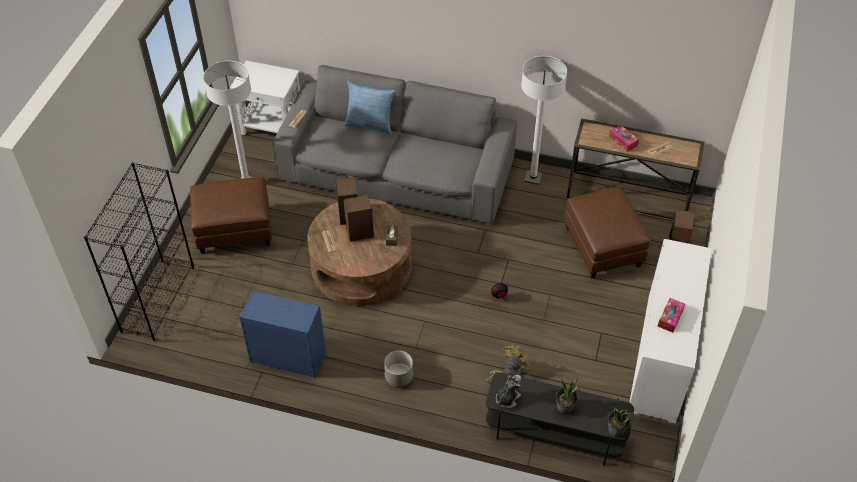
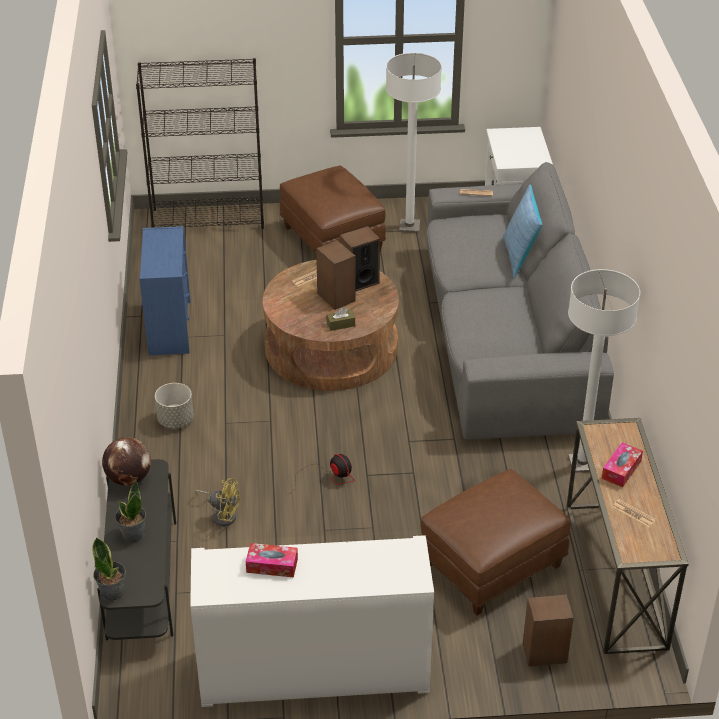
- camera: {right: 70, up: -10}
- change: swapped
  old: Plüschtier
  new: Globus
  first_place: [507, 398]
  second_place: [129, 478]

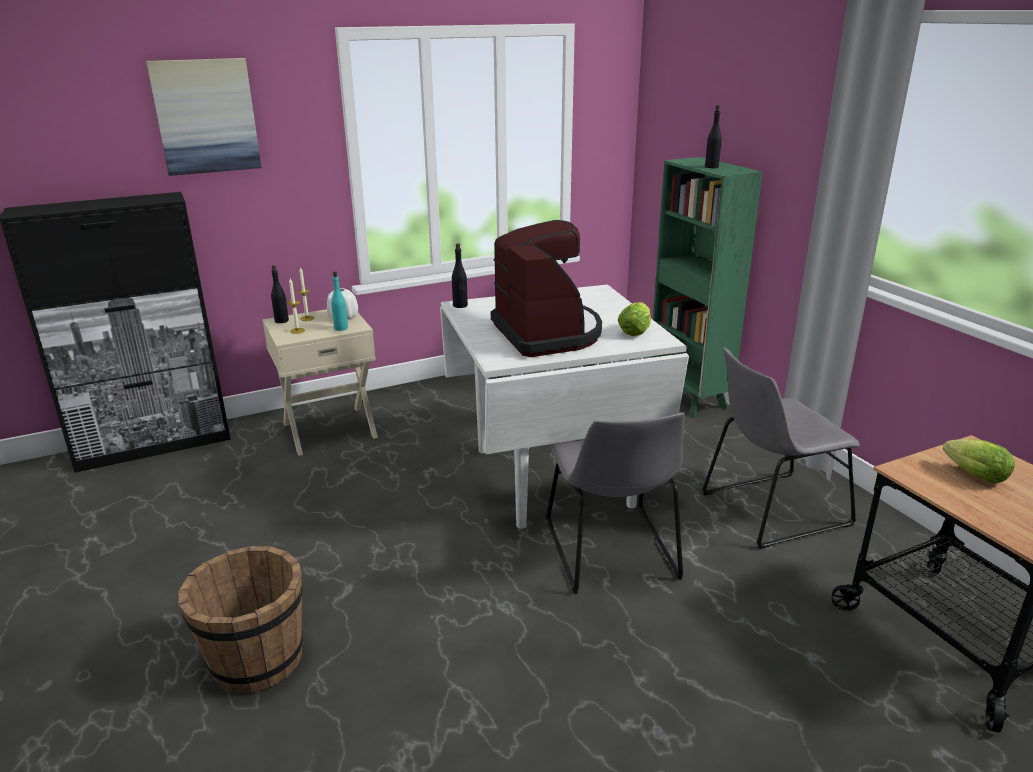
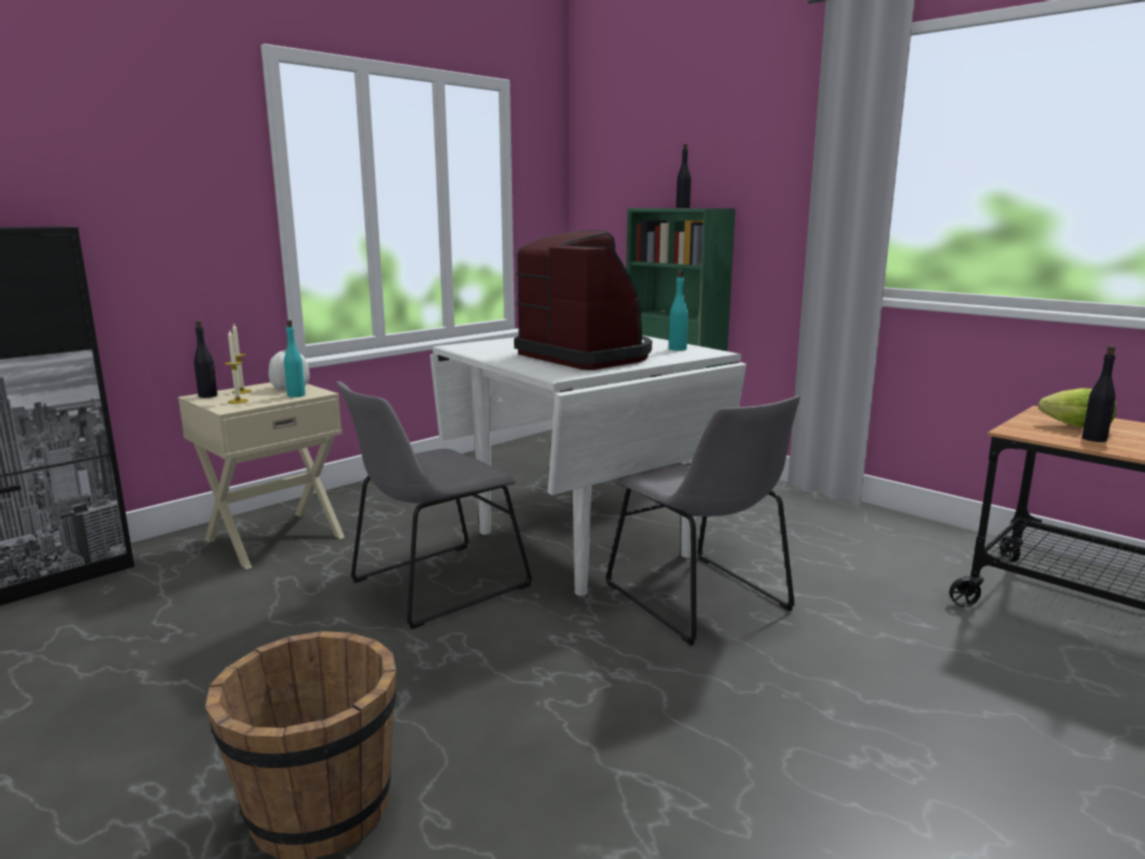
- camera: {right: -20, up: -10}
- change: gone
  old: Bild
  first_place: [206, 116]
- change: shifted
  old: Flasche [schwarz]
  first_place: [460, 305]
  second_place: [1094, 439]
- change: swapped
  old: Salatkopf
  new: Flasche [türkis]
  first_place: [636, 331]
  second_place: [677, 349]
- change: shifted
  old: Stuhl [grau]
  first_place: [769, 510]
  second_place: [433, 586]

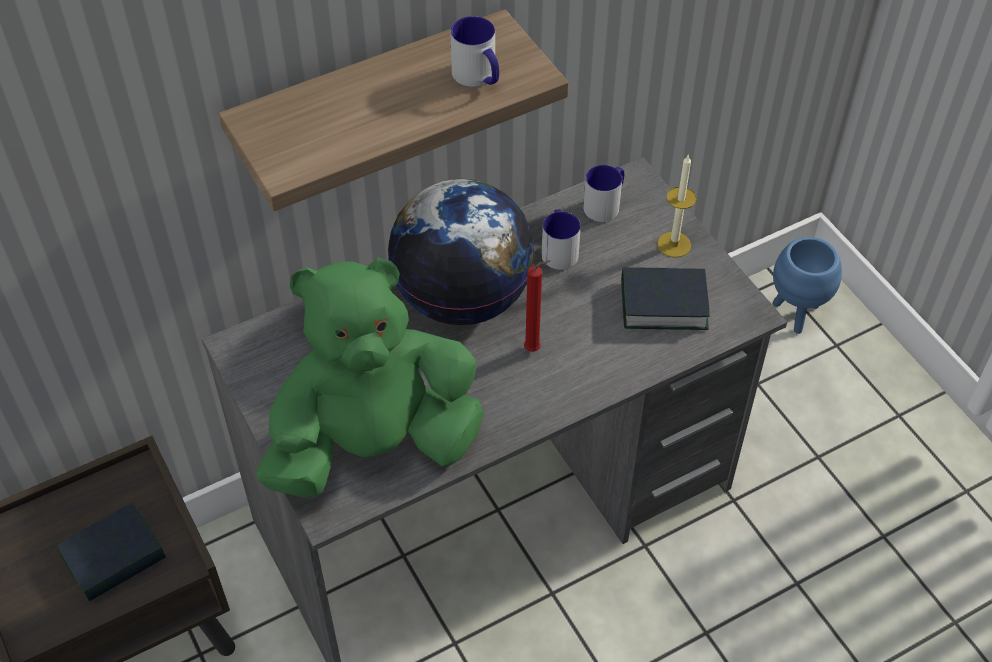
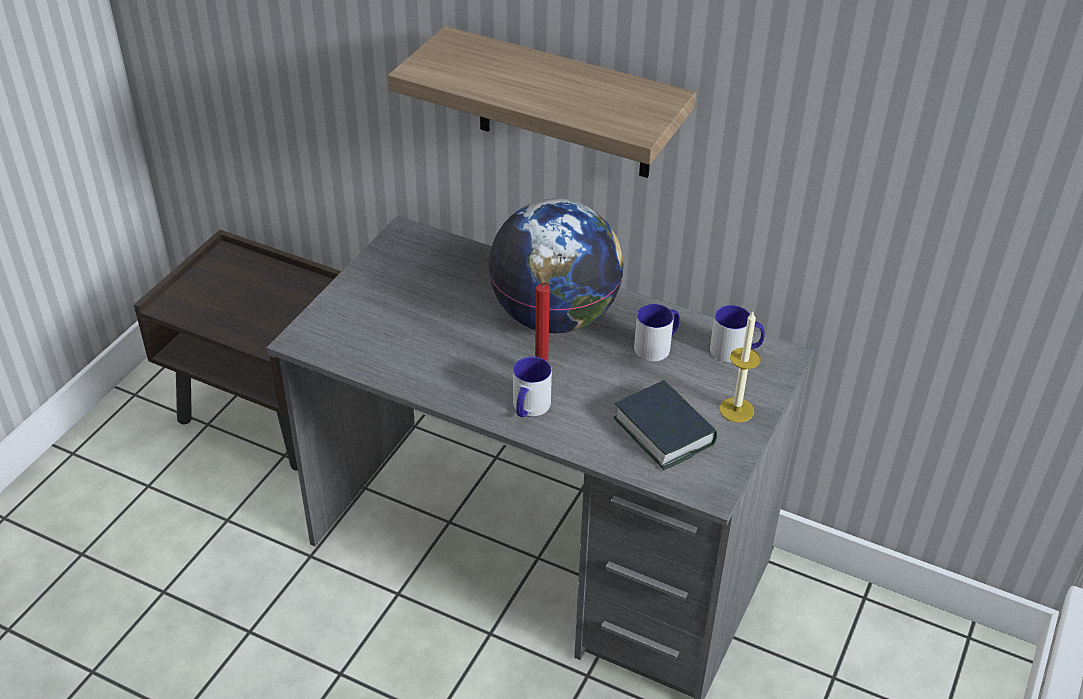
- camera: {right: 55, up: -10}
- change: gone
  old: Buch
  first_place: [114, 558]
- change: gone
  old: Plüschtier [grün]
  first_place: [374, 444]
- change: shifted
  old: Henkelbecher
  first_place: [478, 77]
  second_place: [529, 408]
- change: gone
  old: Pflanzkübel [blau]
  first_place: [796, 314]

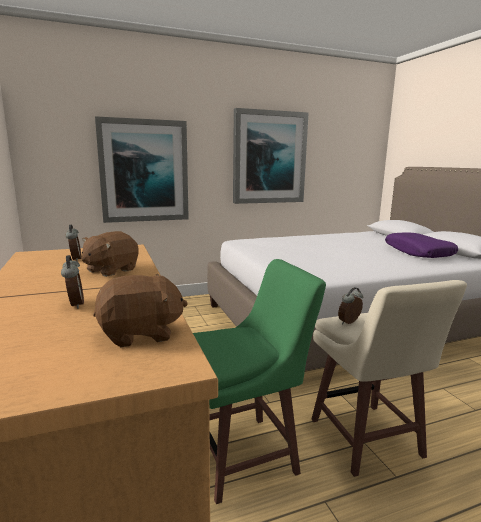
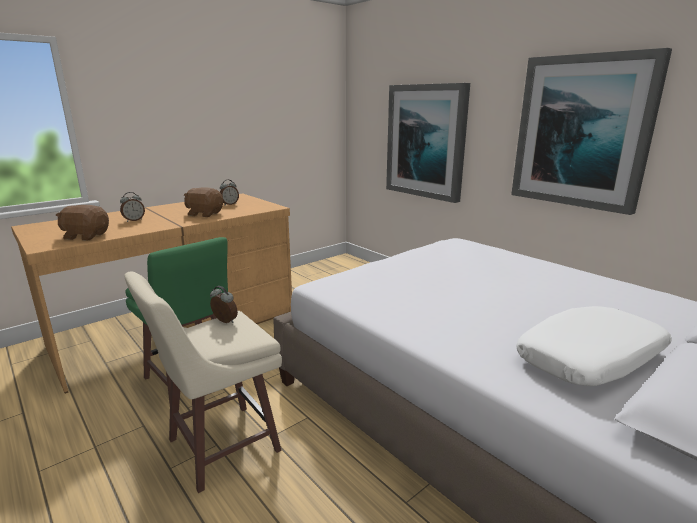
- camera: {right: 70, up: 5}
- change: rotated
  old: Plüschtier [braun]
  first_place: [141, 334]
  second_place: [86, 236]
  degrees: 135
- change: repainted
  old: Kissen [lila]
  new: Kissen [weiß]
  first_place: [418, 252]
  second_place: [591, 359]

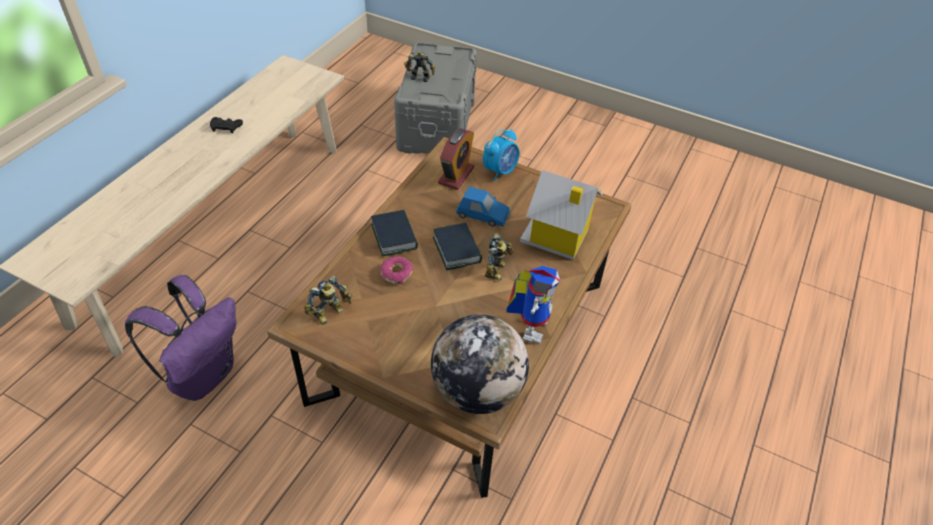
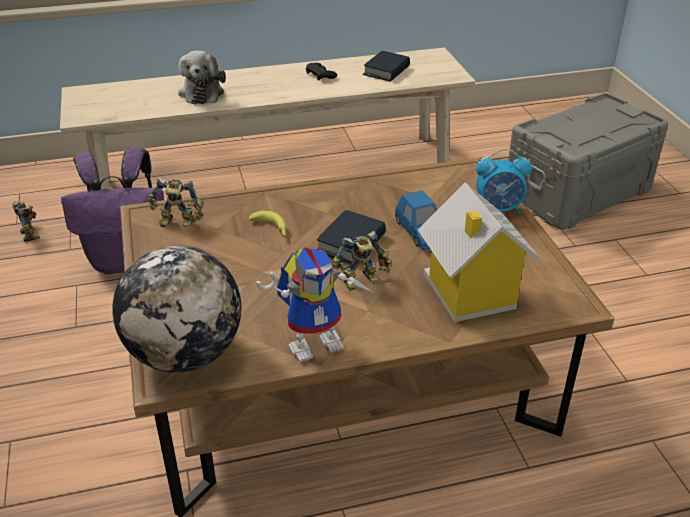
- camera: {right: 50, up: -10}
- change: shifted
  old: Buch
  first_place: [394, 236]
  second_place: [386, 71]
- change: swapped
  old: Donut
  new: Banane
  first_place: [397, 273]
  second_place: [271, 229]
- change: shifted
  old: Spielzeugroboter
  first_place: [420, 77]
  second_place: [32, 234]
- change: gone
  old: Wecker
  first_place: [456, 175]
- change: new
  new: Plüschtier
  second_place: [202, 92]

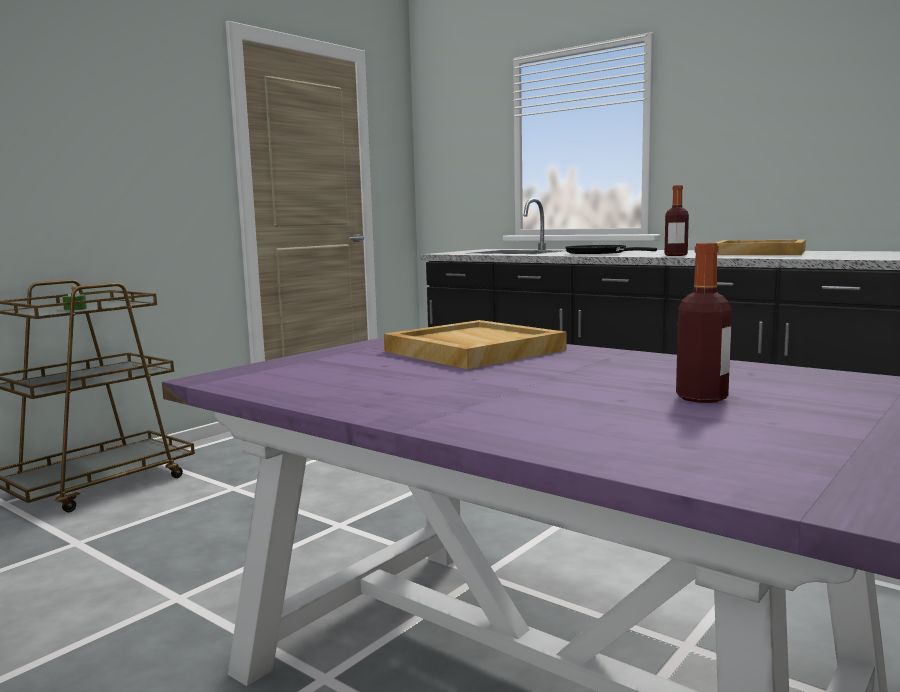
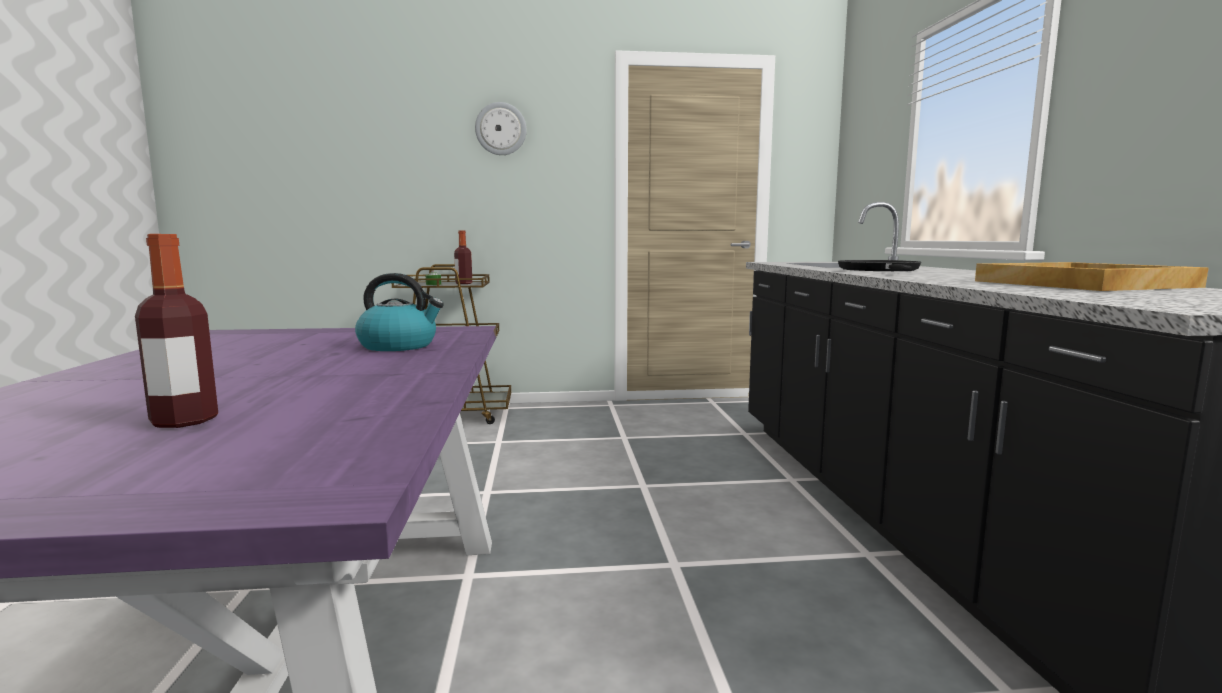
- camera: {right: 45, up: 0}
- change: swapped
  old: Tablett [beige]
  new: Wasserkessel
  first_place: [472, 350]
  second_place: [399, 346]
- change: shifted
  old: Flasche
  first_place: [675, 255]
  second_place: [464, 283]
- change: new
  new: Wanduhr
  second_place: [501, 129]

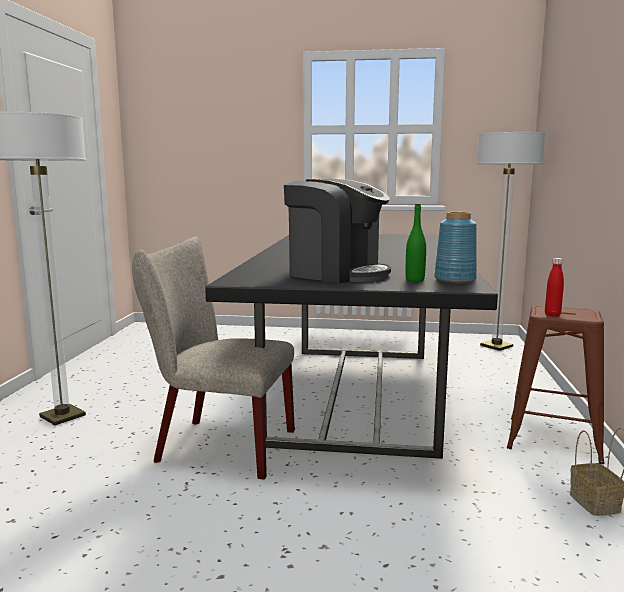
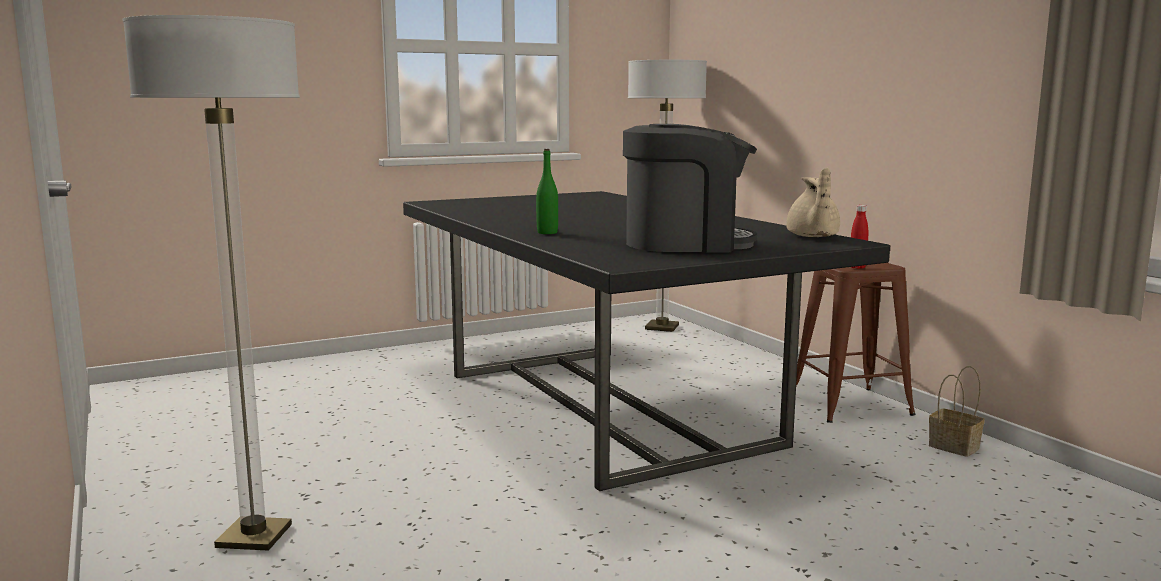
- camera: {right: -35, up: 0}
- change: gone
  old: Stuhl [beige]
  first_place: [217, 445]
- change: shifted
  old: Flasche [grün]
  first_place: [415, 279]
  second_place: [547, 232]
- change: swapped
  old: Vase [blau]
  new: Teekanne [beige]
  first_place: [454, 279]
  second_place: [812, 236]

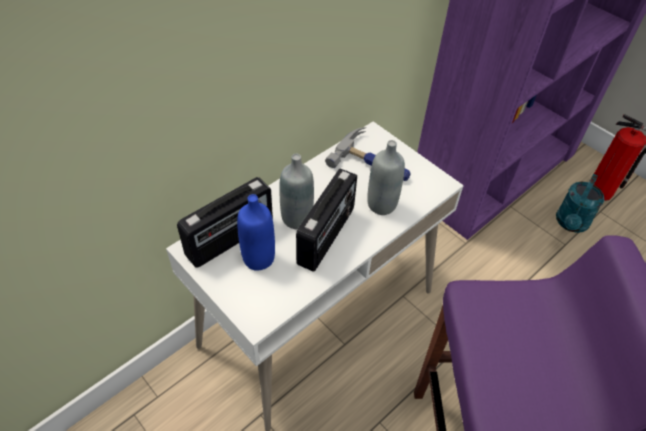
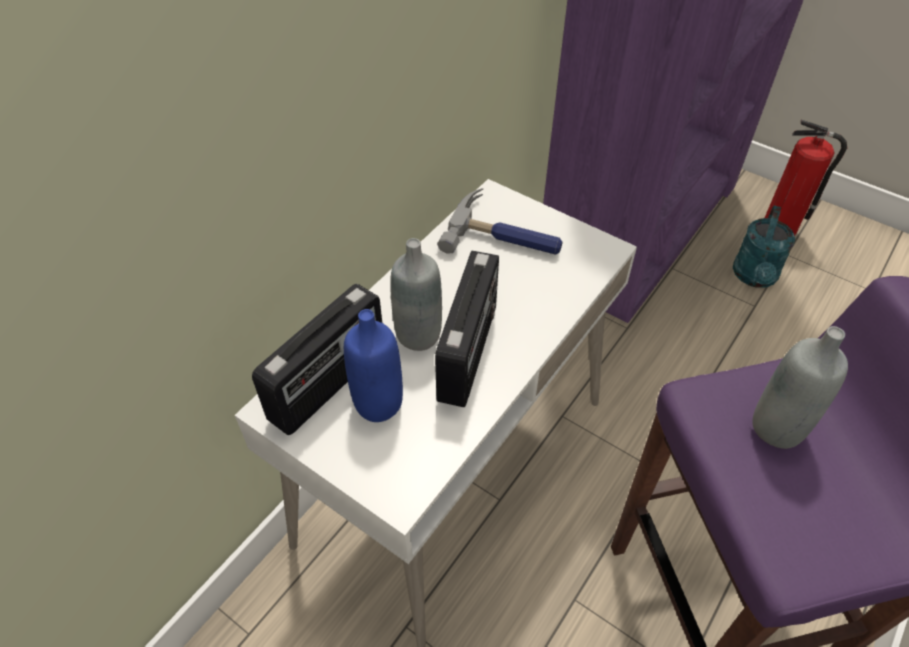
- camera: {right: -10, up: 0}
- change: shifted
  old: Flasche [grau]
  first_place: [381, 205]
  second_place: [777, 427]

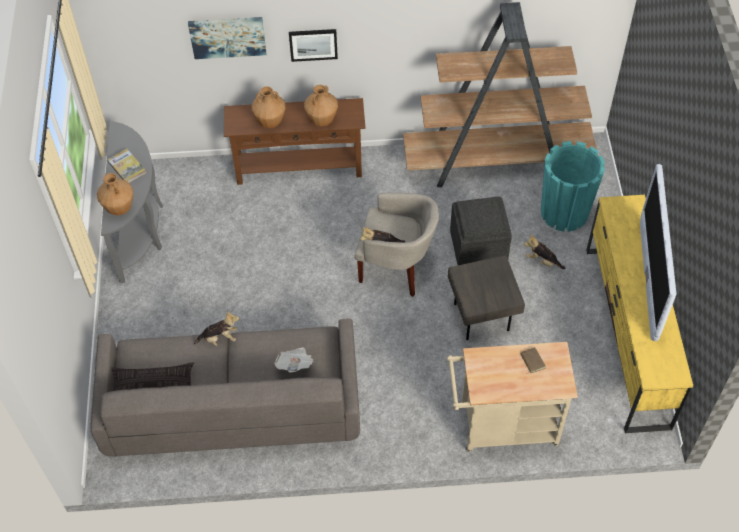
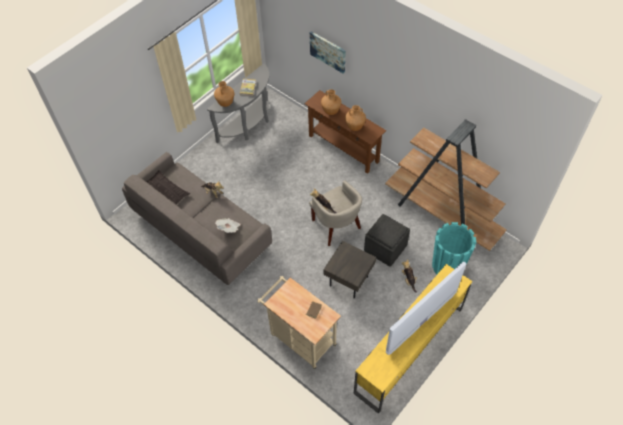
- camera: {right: 45, up: 0}
- change: gone
  old: Bild
  first_place: [313, 44]

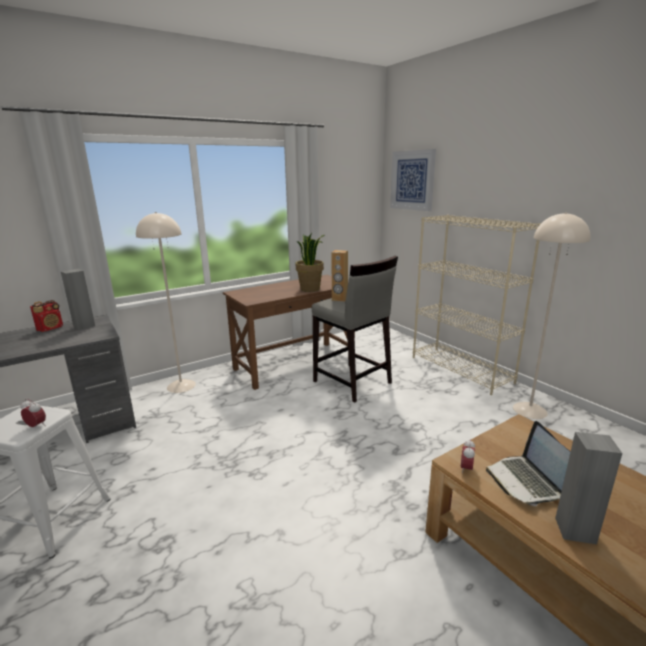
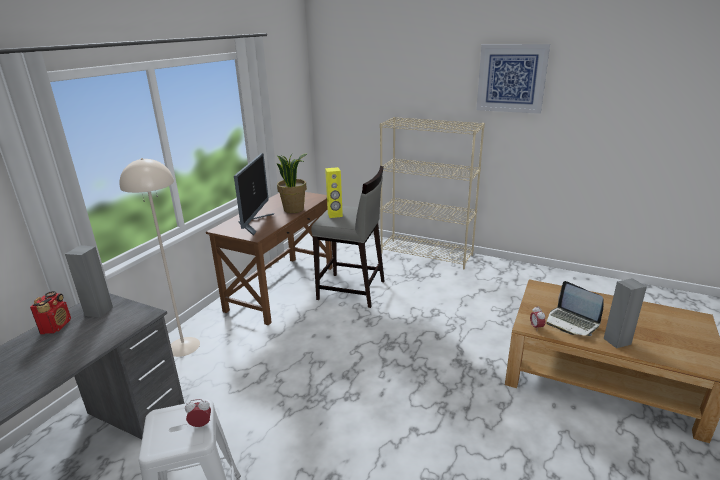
- camera: {right: -30, up: 5}
- change: repainted
  old: Lautsprecher [braun]
  new: Lautsprecher [gelb]
  first_place: [339, 299]
  second_place: [335, 215]
- change: shifted
  old: Bild
  first_place: [412, 180]
  second_place: [511, 78]
- change: gone
  old: Stehlampe [beige]
  first_place: [529, 410]
- change: new
  new: Monitor
  second_place: [254, 223]

